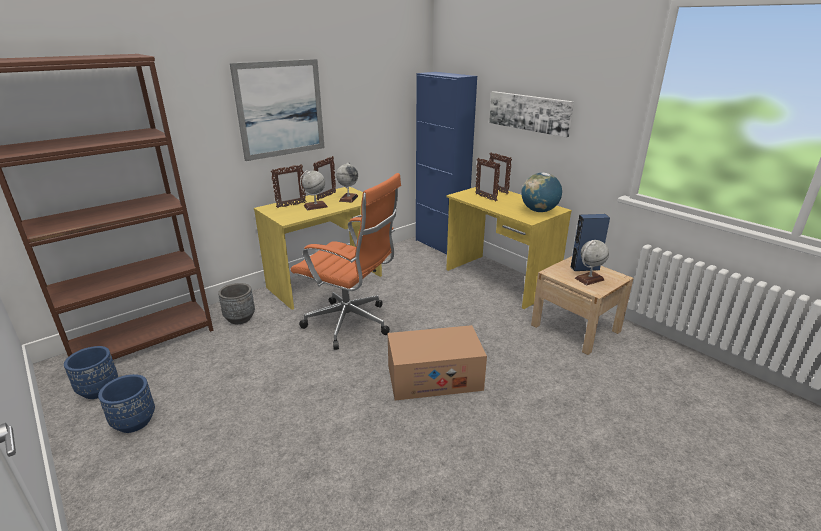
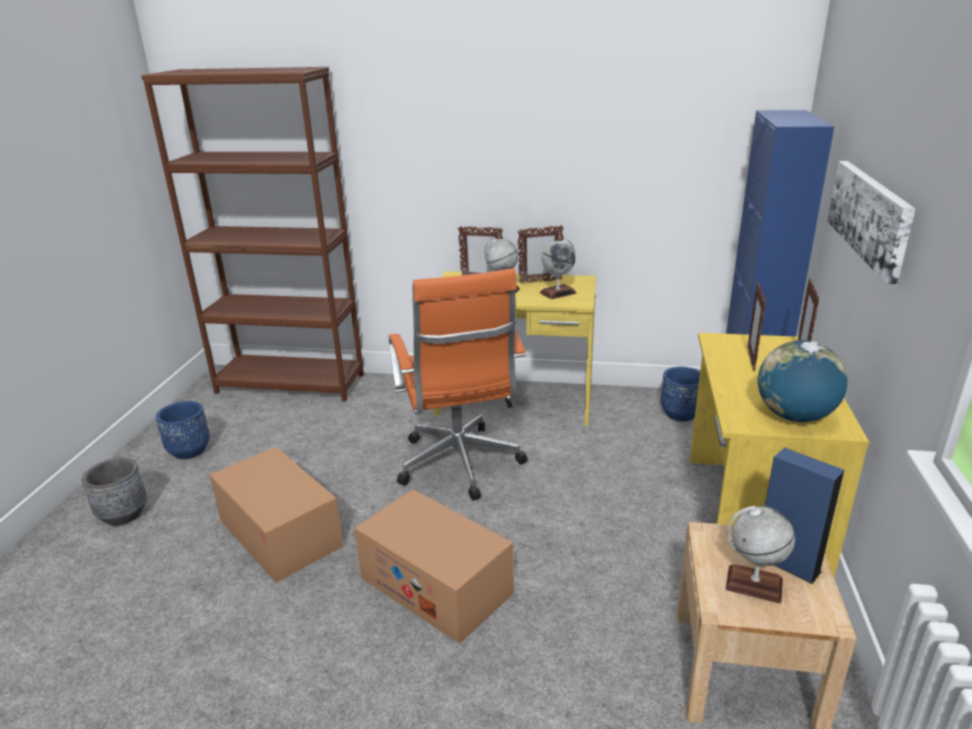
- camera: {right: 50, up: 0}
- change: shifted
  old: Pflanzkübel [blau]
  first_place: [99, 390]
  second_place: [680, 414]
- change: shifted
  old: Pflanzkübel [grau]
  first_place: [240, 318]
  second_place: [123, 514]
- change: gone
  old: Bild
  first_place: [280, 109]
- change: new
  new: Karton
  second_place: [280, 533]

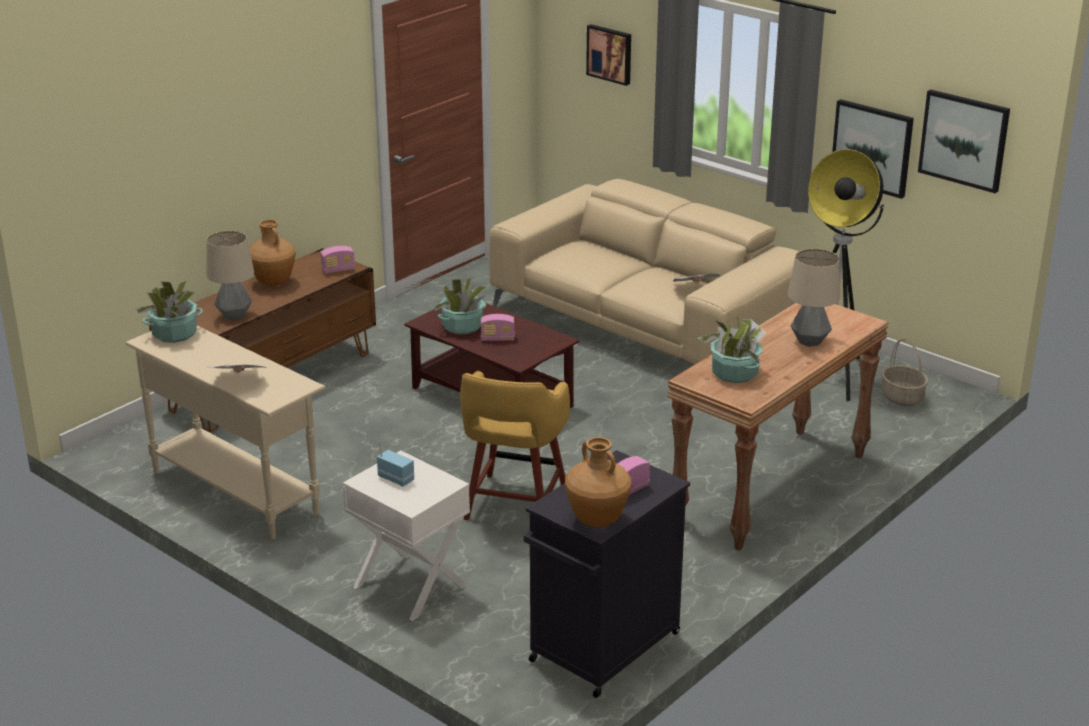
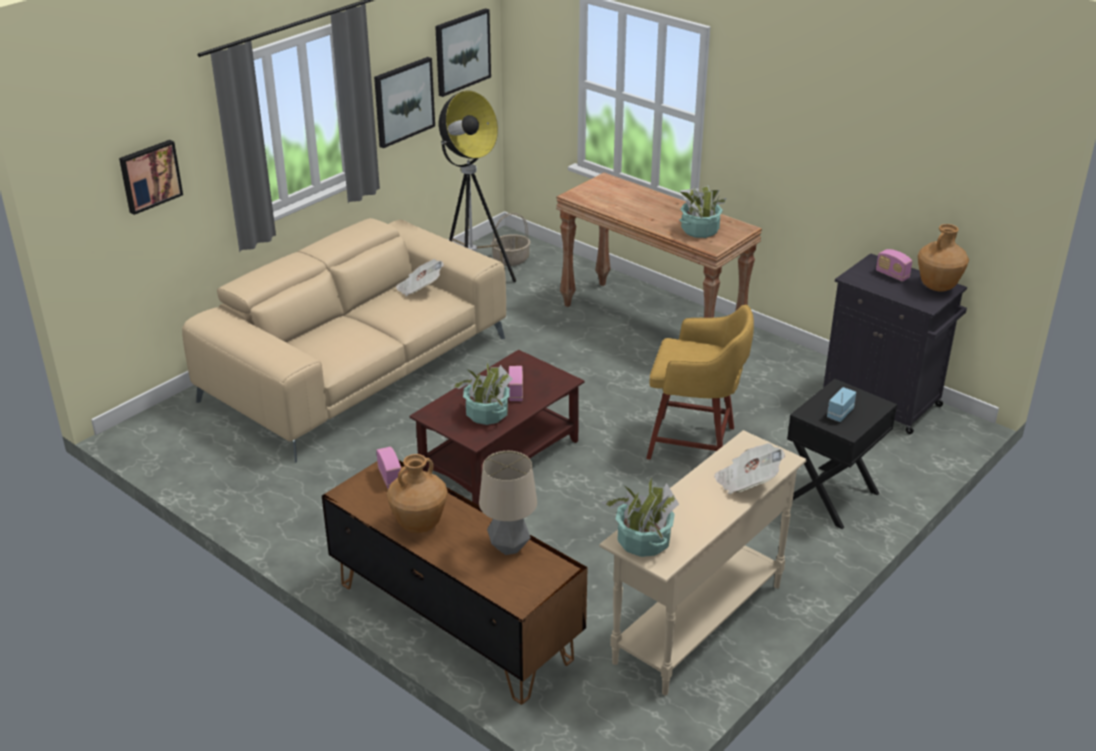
- camera: {right: -90, up: 5}
- change: repainted
  old: Nachttisch [weiß]
  new: Nachttisch [schwarz]
  first_place: [409, 586]
  second_place: [832, 497]
- change: gone
  old: Tischlampe
  first_place: [810, 342]

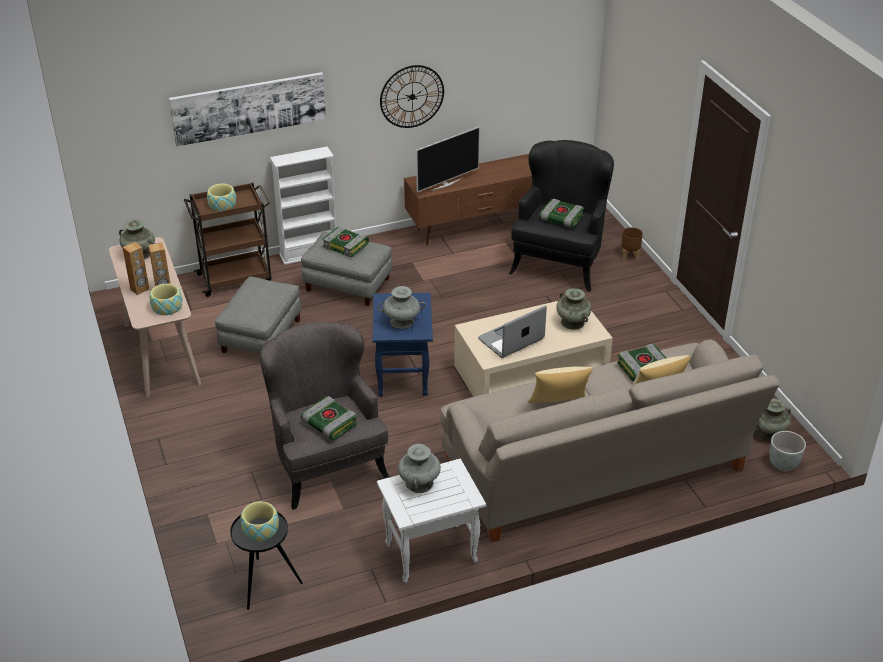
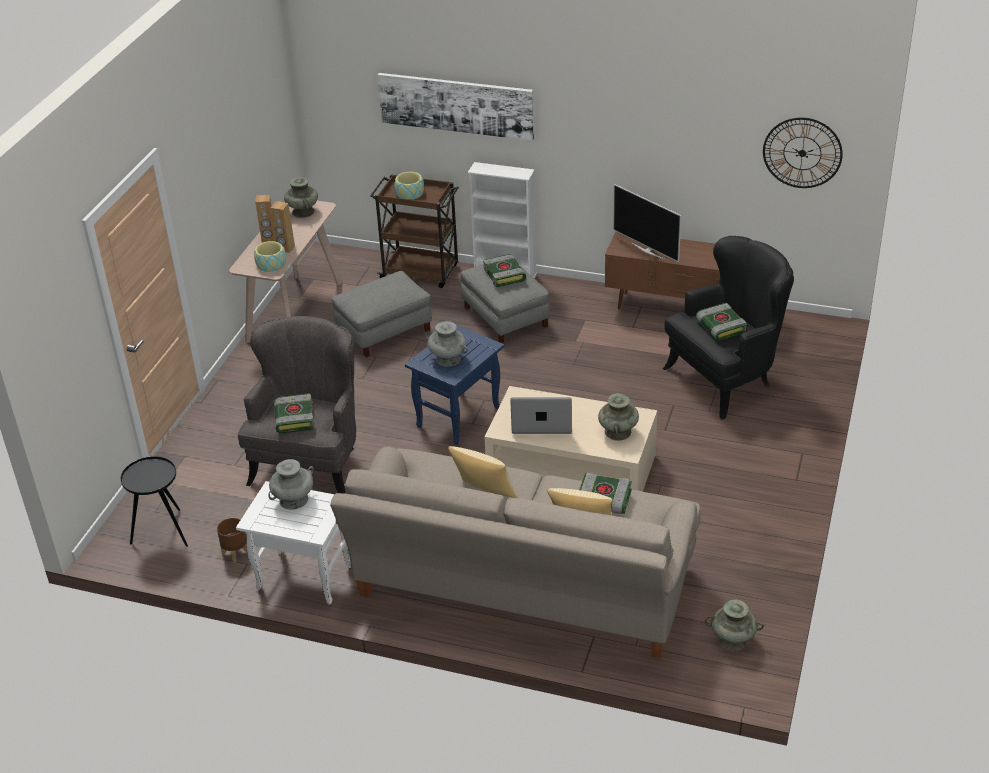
- camera: {right: 40, up: 0}
- change: gone
  old: Schüssel
  first_place: [261, 529]
- change: shifted
  old: Wanduhr
  first_place: [412, 96]
  second_place: [802, 153]
- change: rotated
  old: Fernseher
  first_place: [446, 184]
  second_place: [647, 250]
  degrees: 45
- change: shifted
  old: Pflanzkübel [braun]
  first_place: [629, 255]
  second_place: [235, 553]
- change: gone
  old: Pflanzkübel [grau]
  first_place: [783, 464]

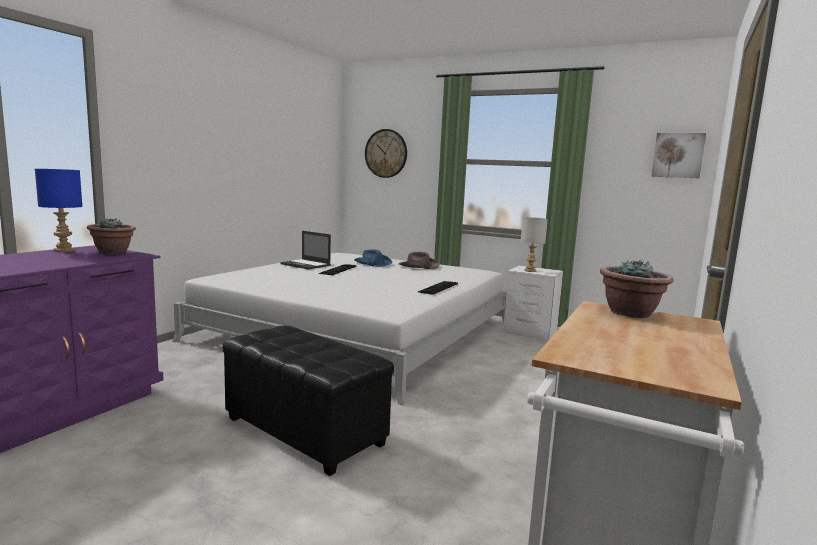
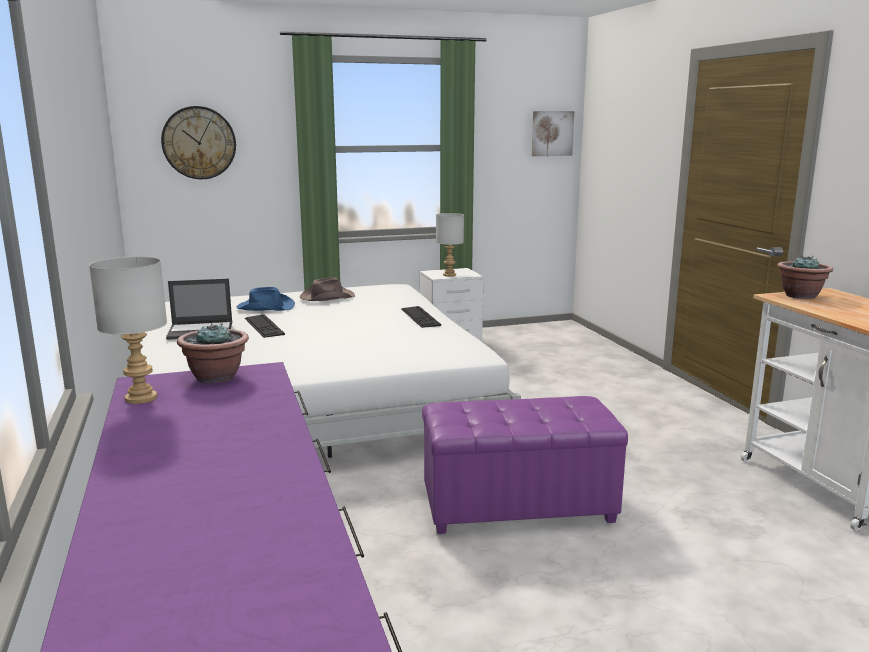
- camera: {right: -45, up: 5}
- change: repainted
  old: Tischlampe [blau]
  new: Tischlampe [grau]
  first_place: [64, 250]
  second_place: [140, 398]
- change: repainted
  old: Polsterhocker [schwarz]
  new: Polsterhocker [lila]
  first_place: [305, 432]
  second_place: [517, 507]

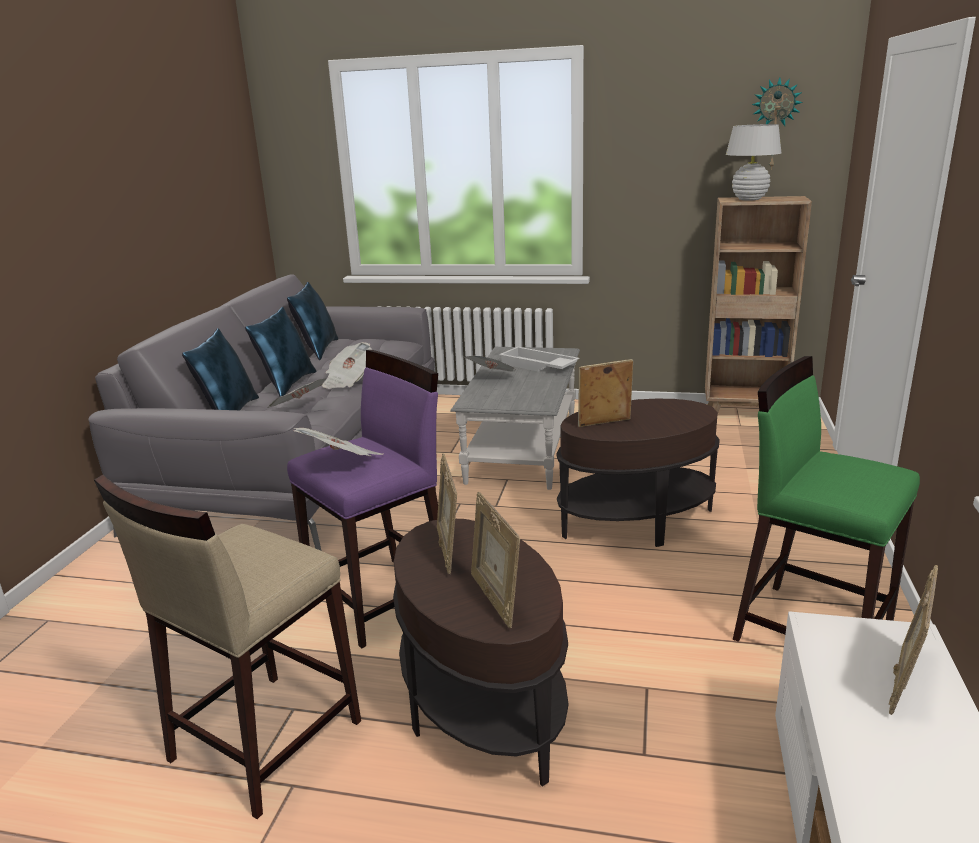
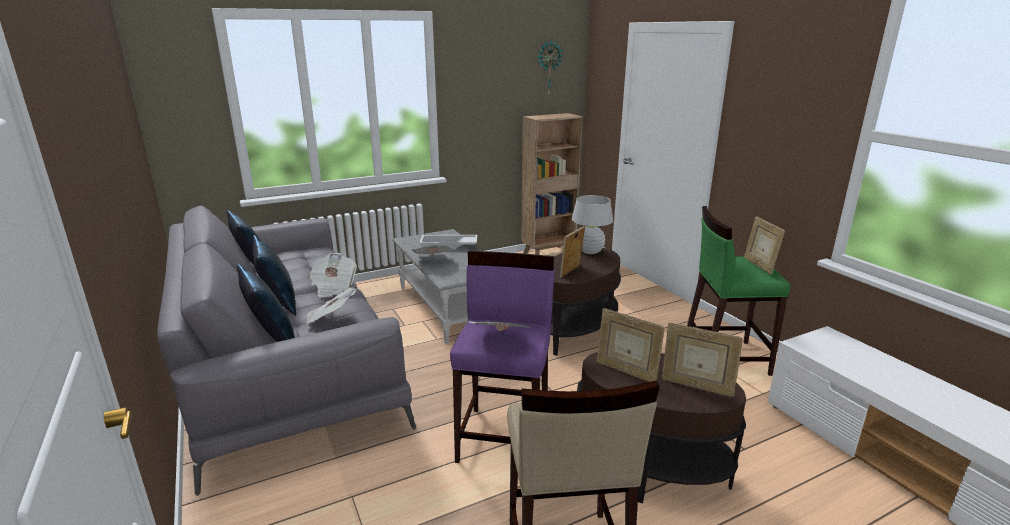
- camera: {right: -40, up: 0}
- change: shifted
  old: Tischlampe [weiß]
  first_place: [749, 199]
  second_place: [590, 251]
- change: shifted
  old: Bilderrahmen
  first_place: [904, 682]
  second_place: [759, 266]

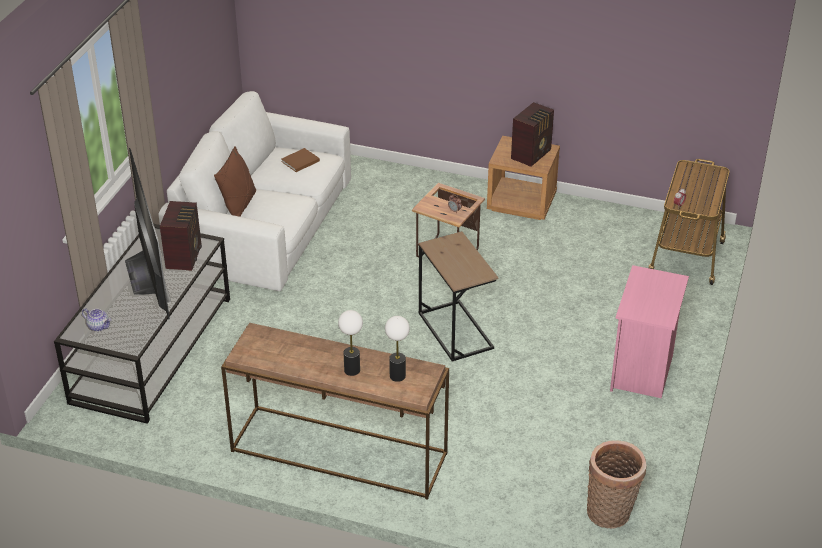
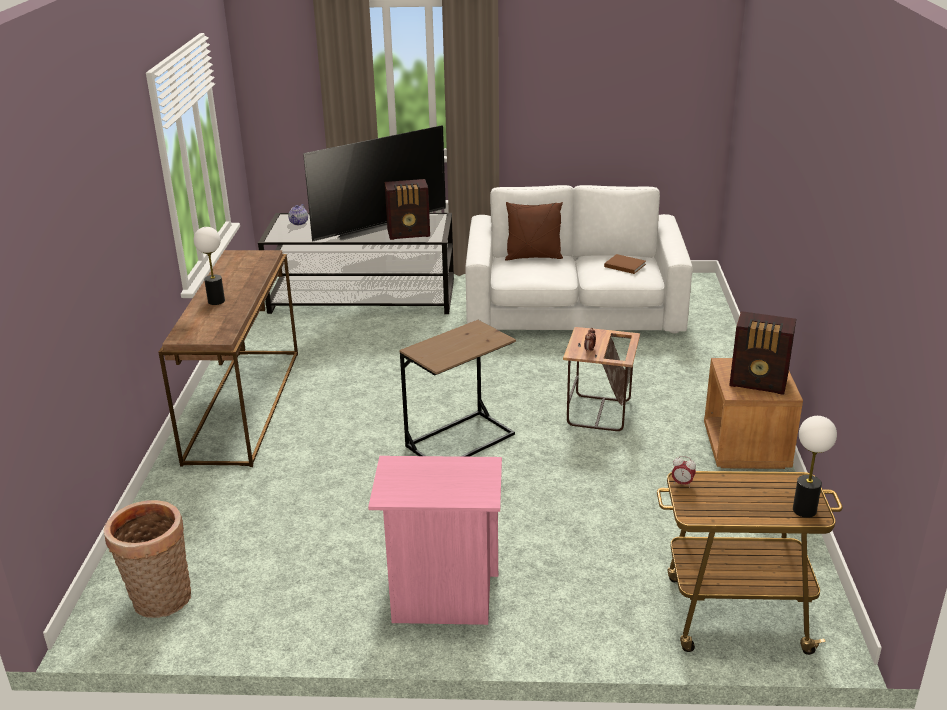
- camera: {right: 75, up: -10}
- change: shifted
  old: Tischlampe
  first_place: [397, 376]
  second_place: [804, 510]

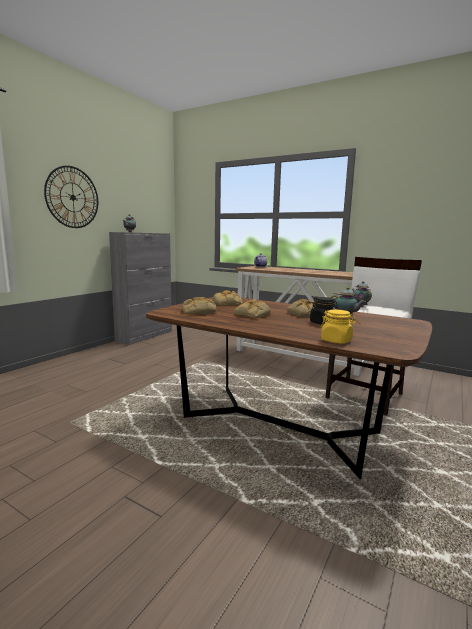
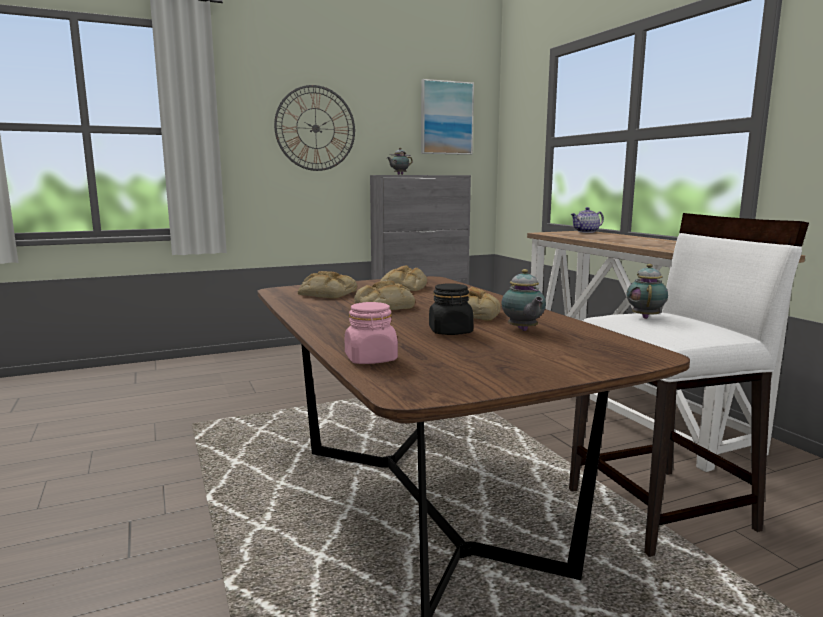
- camera: {right: 35, up: 0}
- change: repainted
  old: Vorratsglas [gelb]
  new: Vorratsglas [rosa]
  first_place: [336, 341]
  second_place: [371, 359]
- change: new
  new: Bild
  second_place: [446, 118]

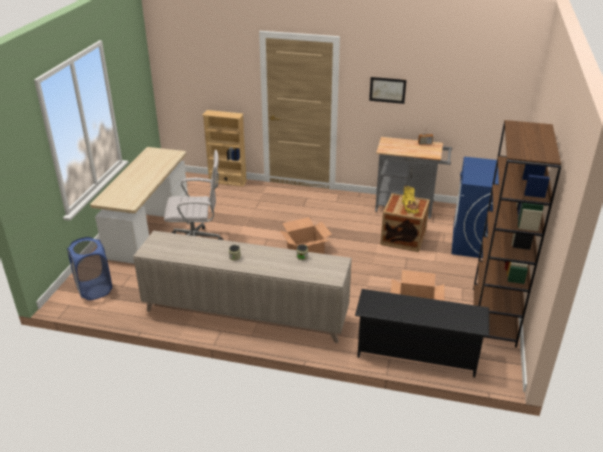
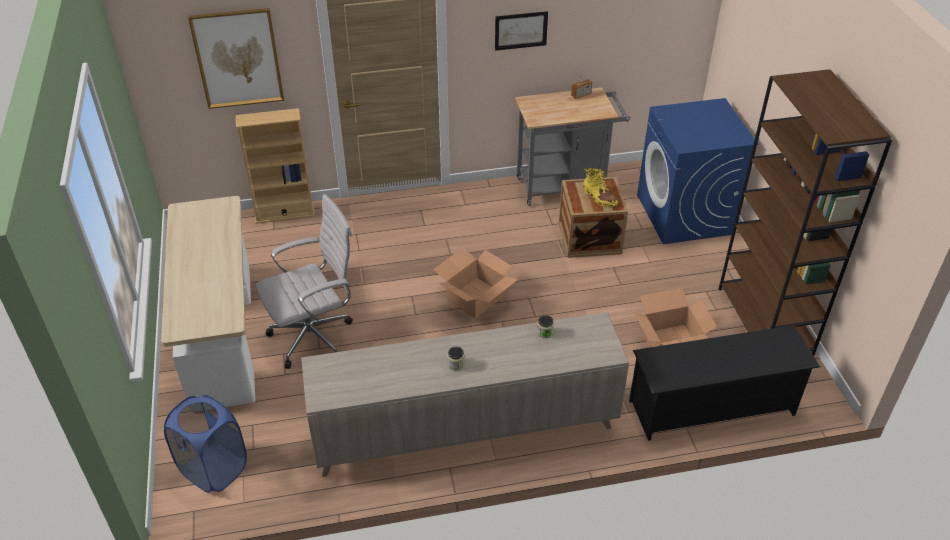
- camera: {right: -25, up: 10}
- change: new
  new: Bild
  second_place: [238, 58]

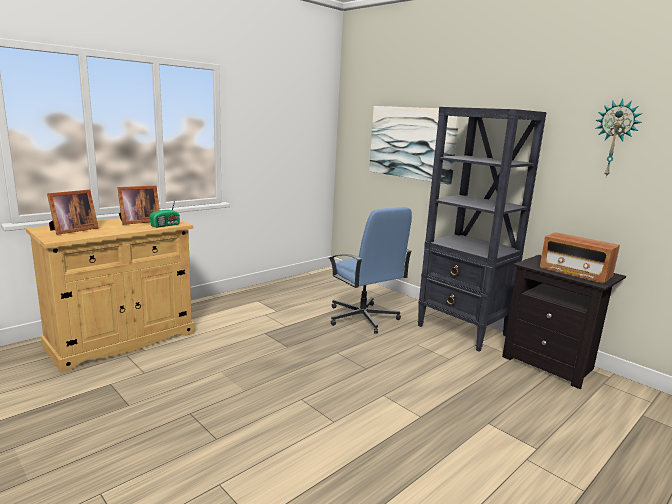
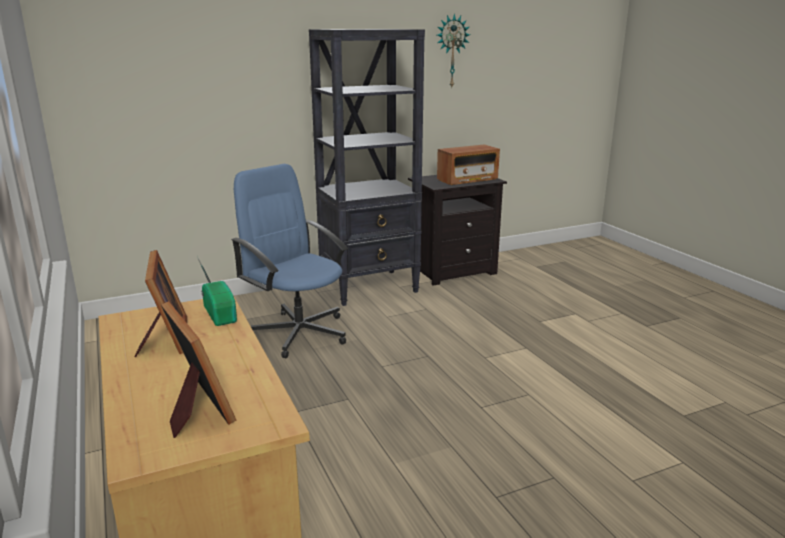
- camera: {right: -70, up: 5}
- change: rotated
  old: Bürostuhl [blau]
  first_place: [362, 318]
  second_place: [299, 332]
  degrees: -120
- change: gone
  old: Bild
  first_place: [411, 143]

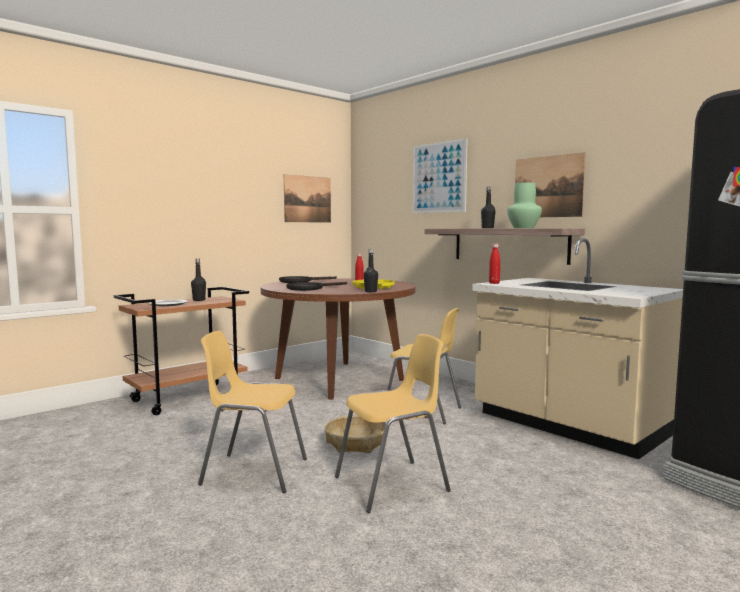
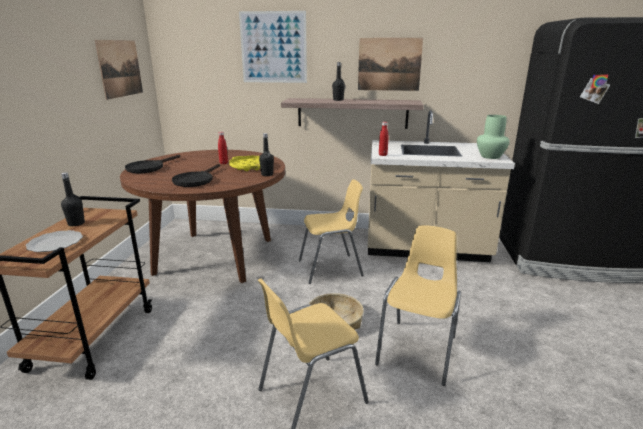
- camera: {right: -40, up: 15}
- change: shifted
  old: Vase [grün]
  first_place: [523, 228]
  second_place: [490, 156]

